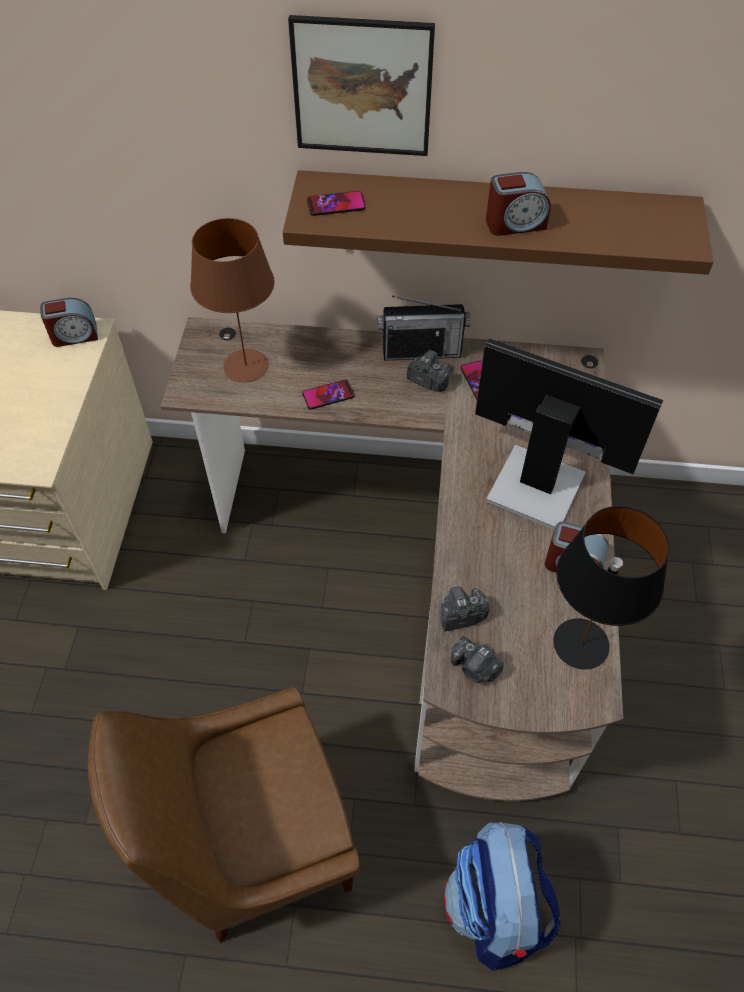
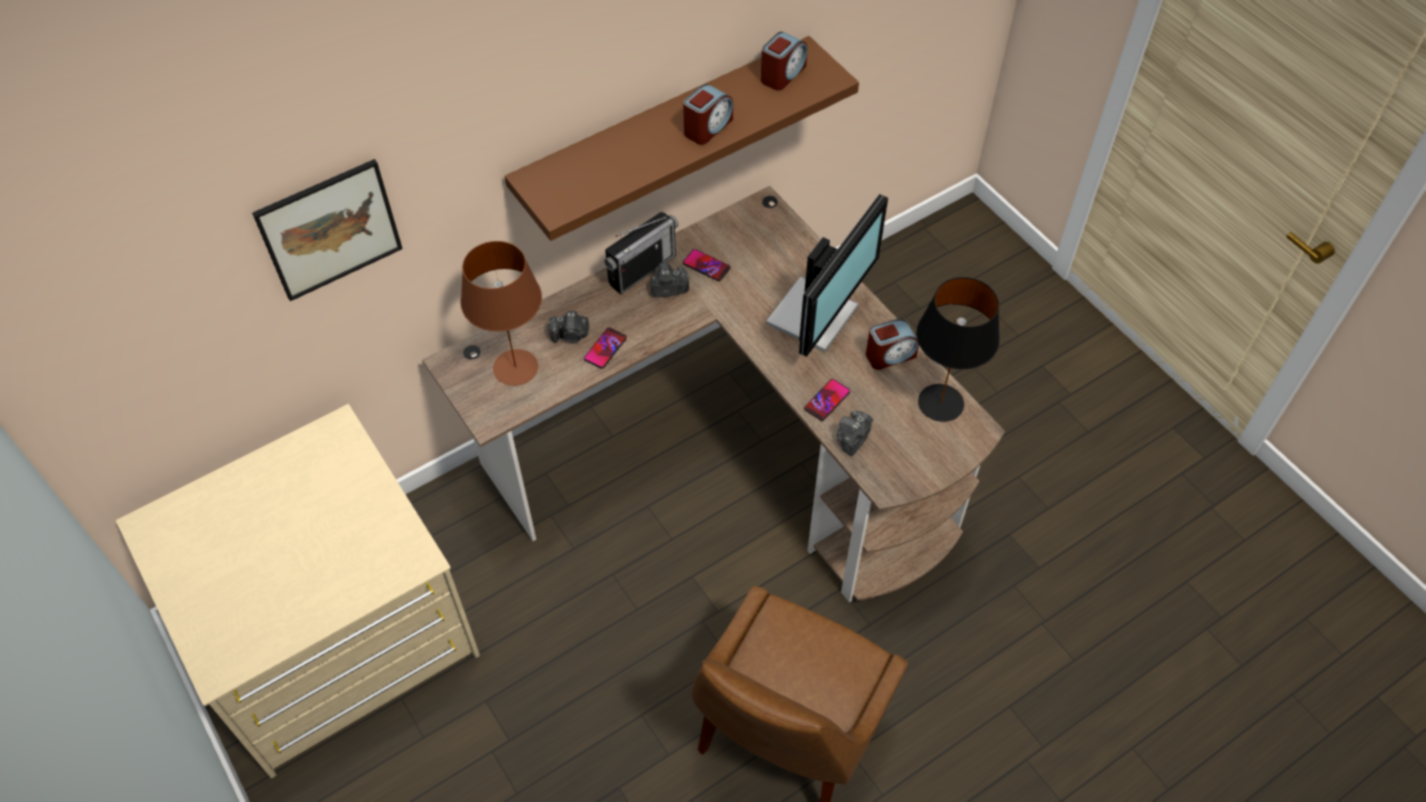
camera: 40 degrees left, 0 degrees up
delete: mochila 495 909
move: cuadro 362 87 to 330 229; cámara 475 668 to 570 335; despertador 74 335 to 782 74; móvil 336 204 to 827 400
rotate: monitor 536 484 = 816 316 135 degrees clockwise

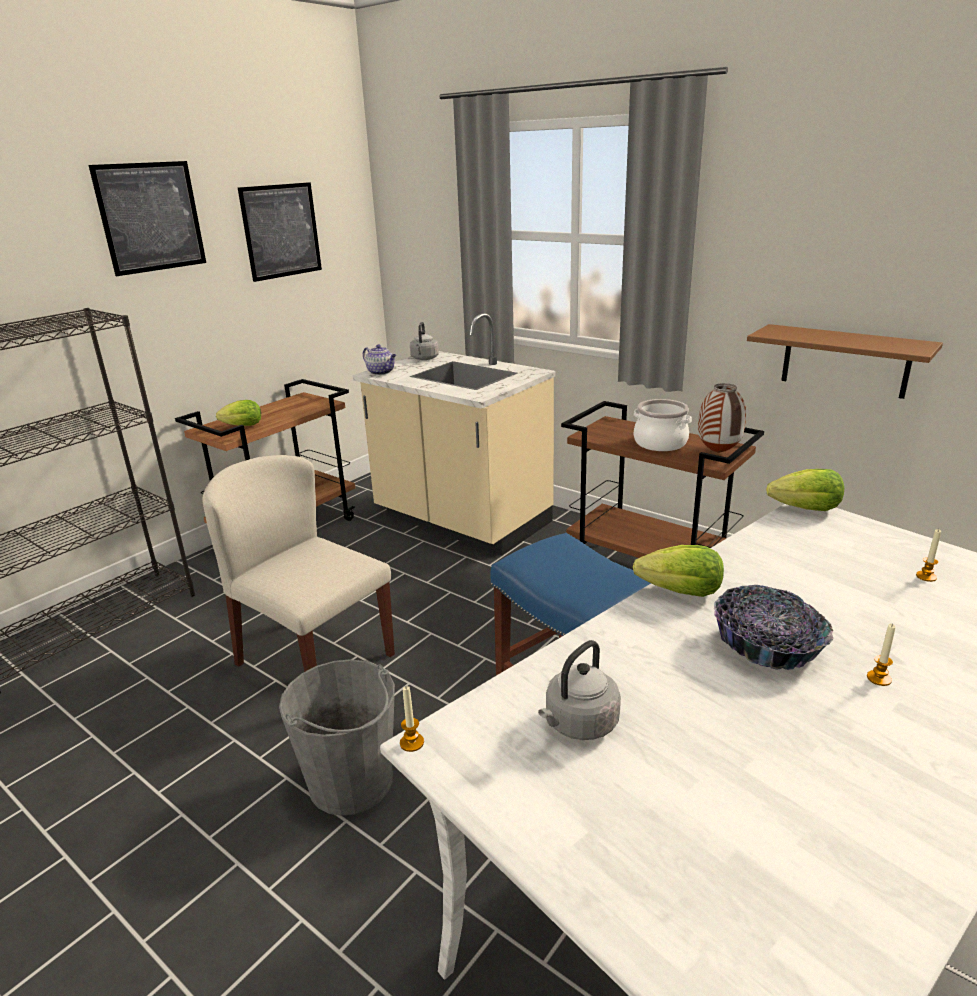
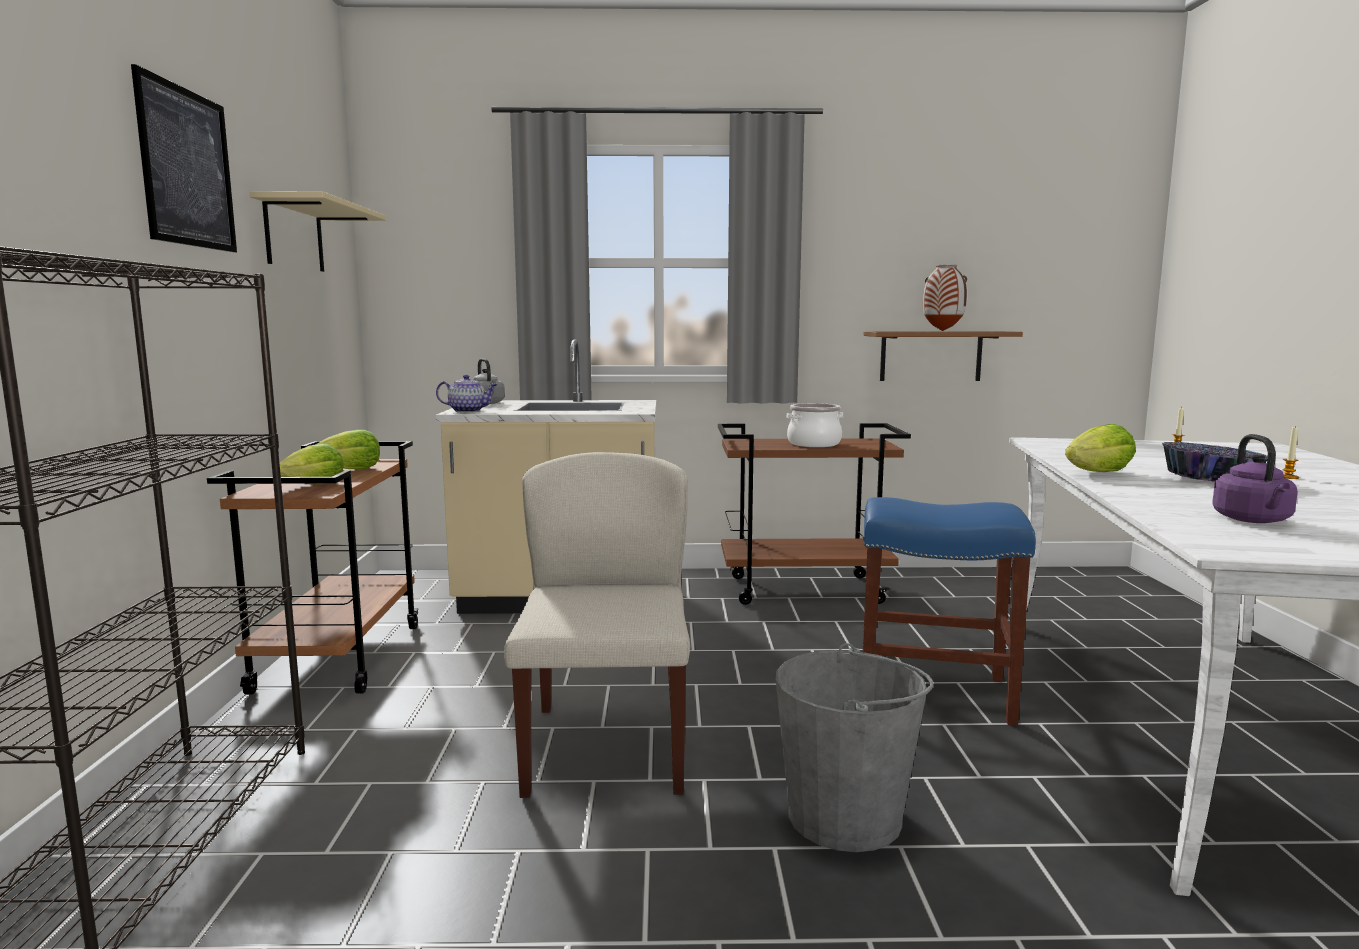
camera: 40 degrees left, 15 degrees down
delete: vela 412 743
move: lechuga 806 509 to 351 470; florero 717 452 to 942 331
replace: cuadro 281 231 to estante [beis] 294 236
recolor: hervidor [gris] 579 725 to hervidor [morado] 1253 520
rotate: silla [beis] 314 659 = 605 746 90 degrees clockwise

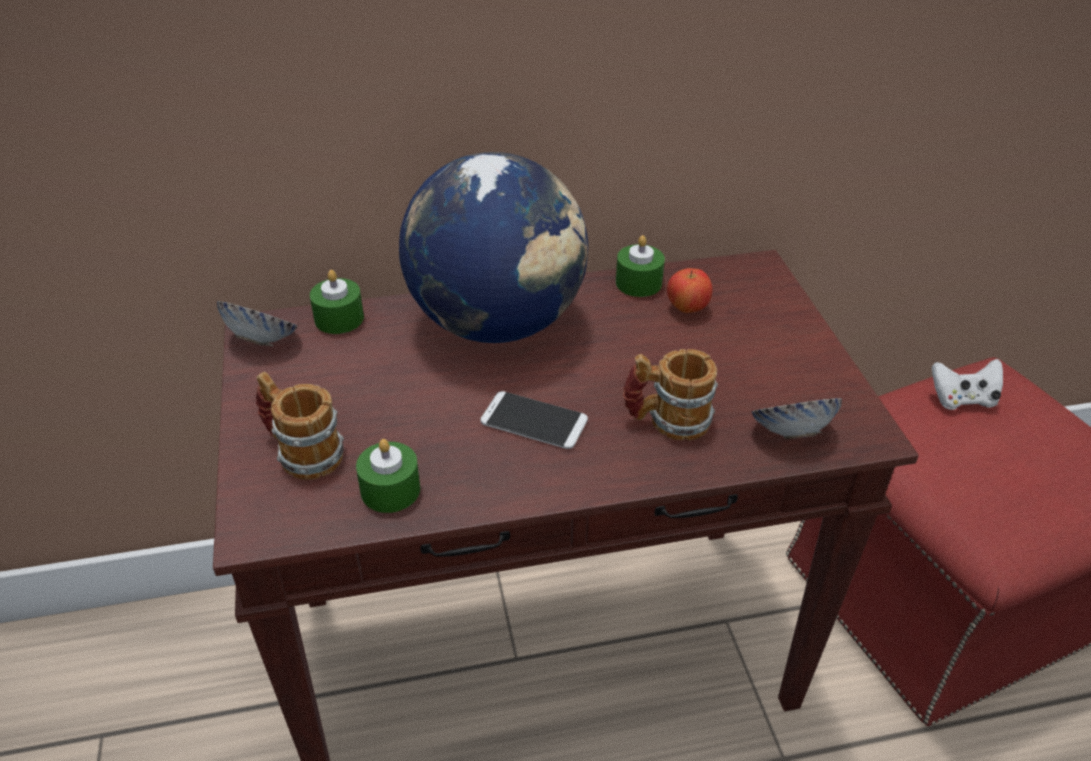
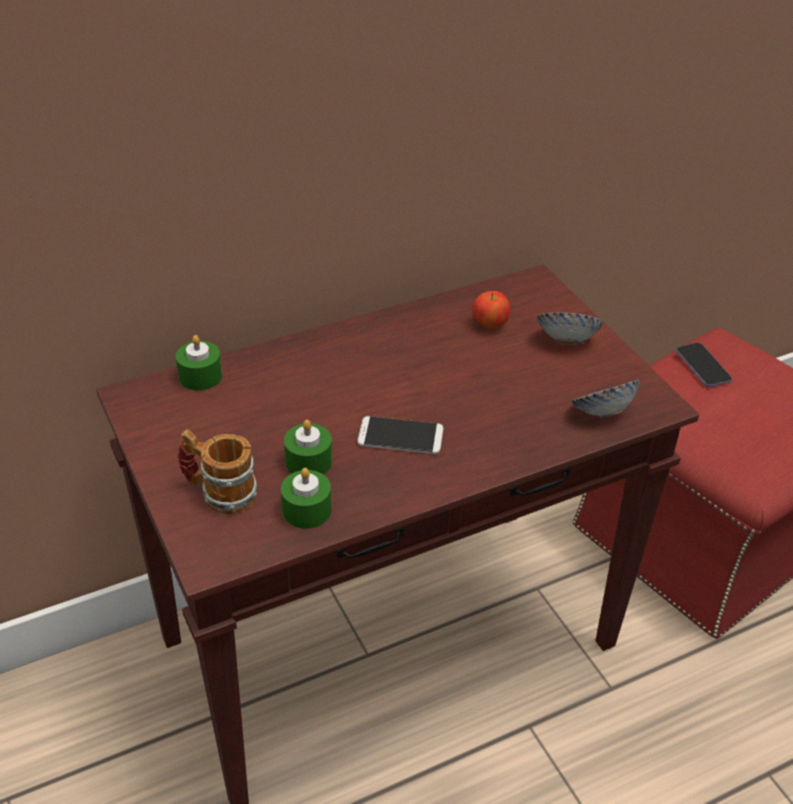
camera: 15 degrees left, 0 degrees up
delete: globo terráqueo 497 323; taza grande 667 420
move: vela [verde] 638 283 to 308 461; cuenco 262 340 to 566 342
replace: mando de consola [blanco] 962 399 to móvil 702 366

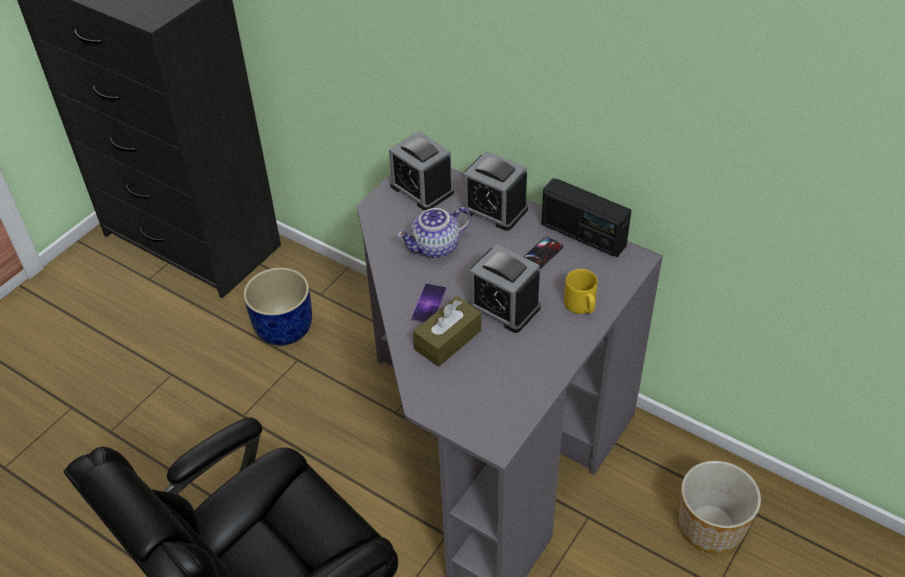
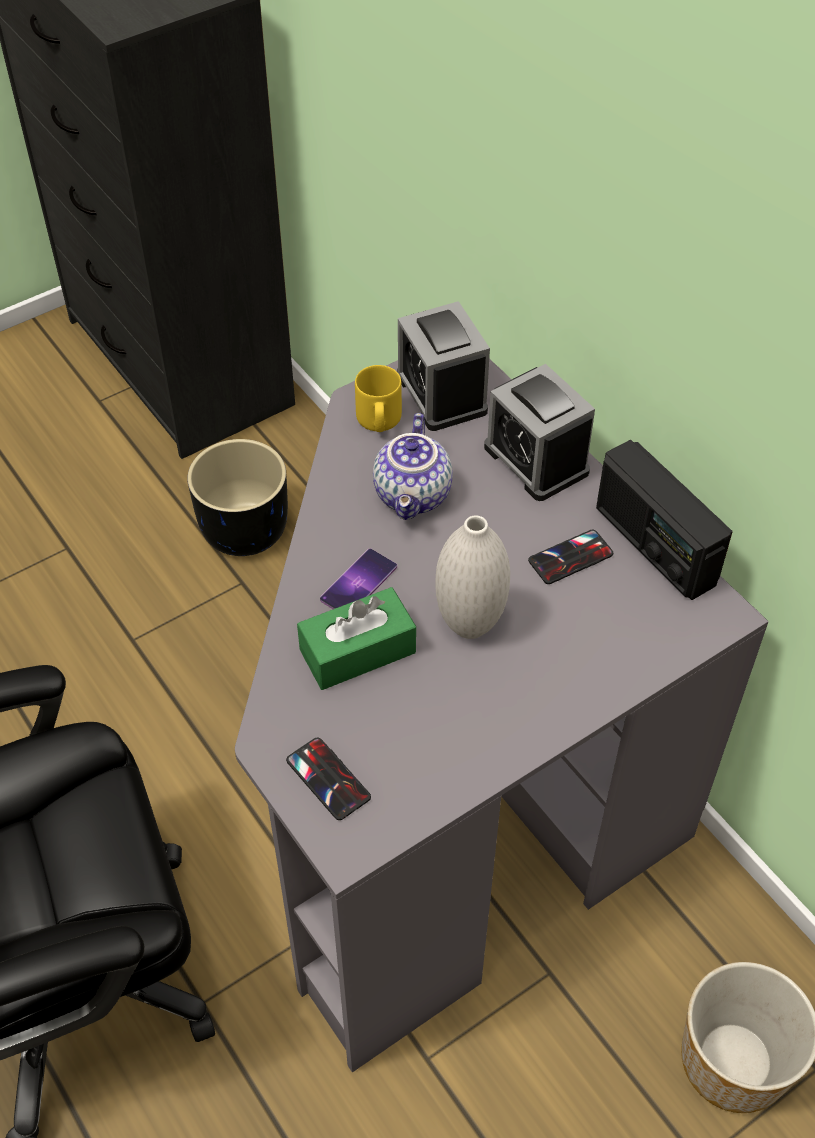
camera: 20 degrees right, 5 degrees up
insert: móvil 328 779
move: taza grande [amarillo] 581 306 to 379 421
replace: despertador 504 306 to florero [blanco] 470 625
recolor: maceta [azul] 285 328 to maceta [negro] 246 529; caja de pañuelos [marrón] 448 340 to caja de pañuelos [verde] 357 651
rotate: tetera 436 248 = 414 496 75 degrees counterclockwise

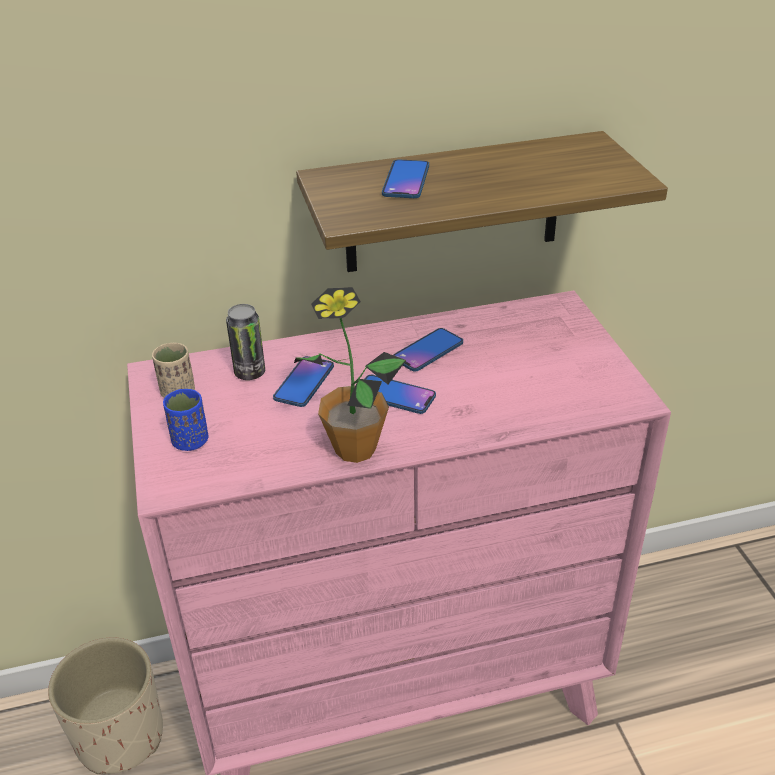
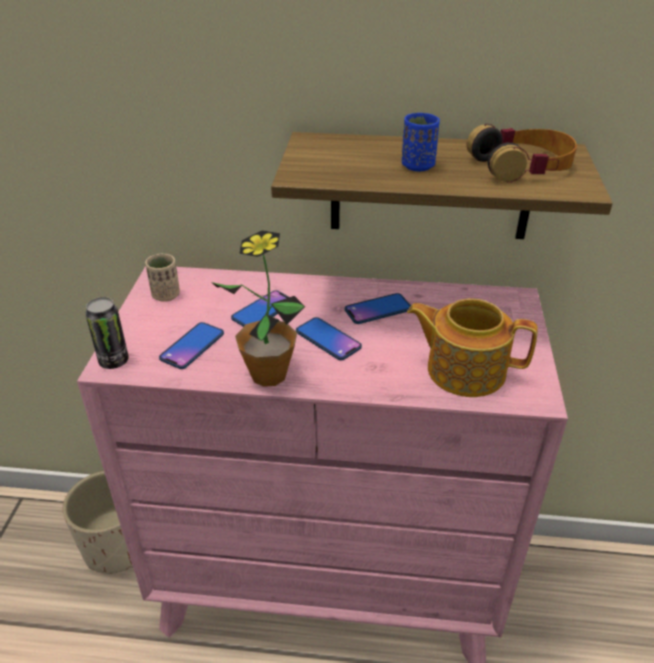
camera: 20 degrees right, 0 degrees up
insert: tetera 464 369; auriculares 522 165
move: lata 250 373 to 114 361; móvil 406 180 to 192 346; taza [azul] 190 441 to 417 166

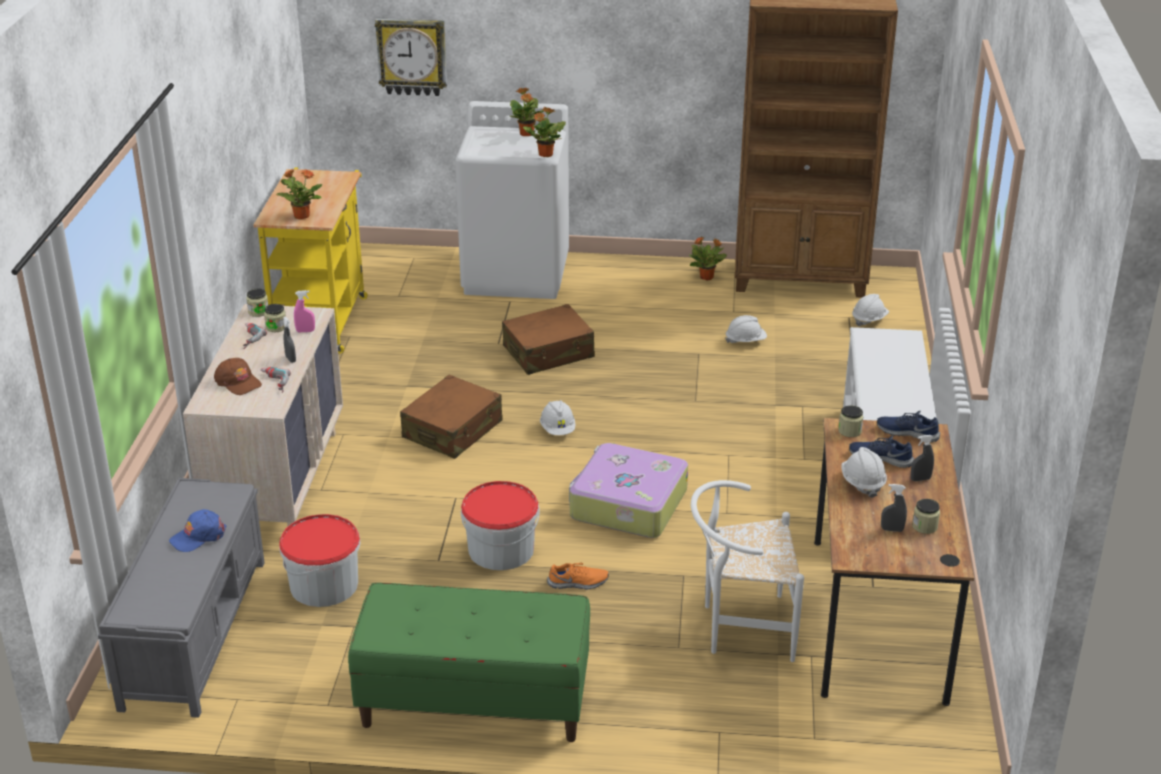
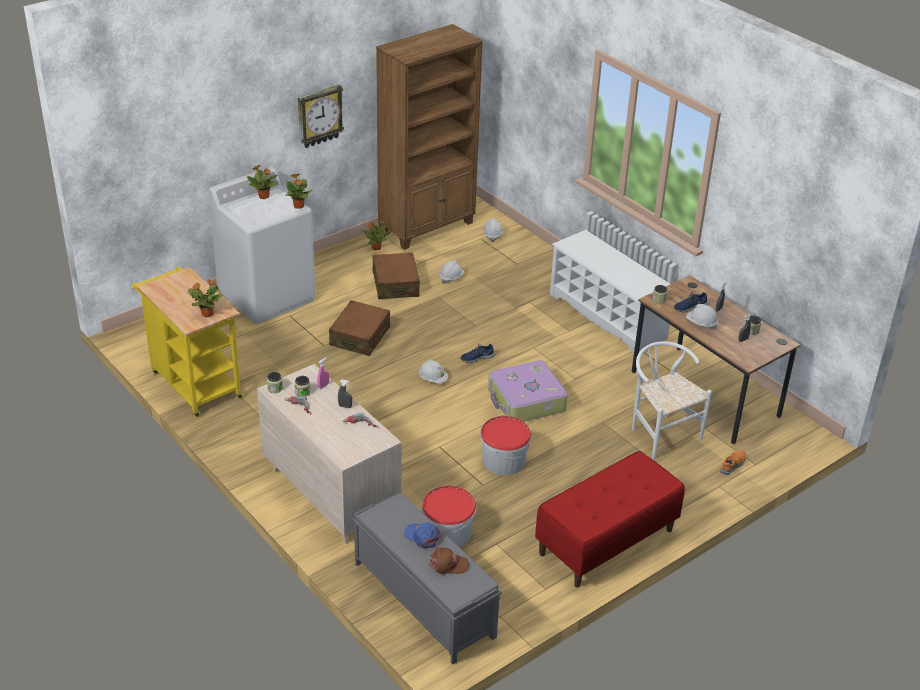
camera: 45 degrees left, 5 degrees up
move: reloj de pared 412 56 to 319 116; maleta [marrón] 453 430 to 395 284; gorra [marrón] 238 382 to 448 564; zapato [azul] 907 432 to 477 357; zapato [naranja] 578 583 to 733 465
recolor: banco [verde] 474 703 to banco [rojo] 606 542
rotate: gorra [azul] 198 536 = 422 537 120 degrees clockwise; silla [blanco] 740 628 = 660 433 105 degrees clockwise

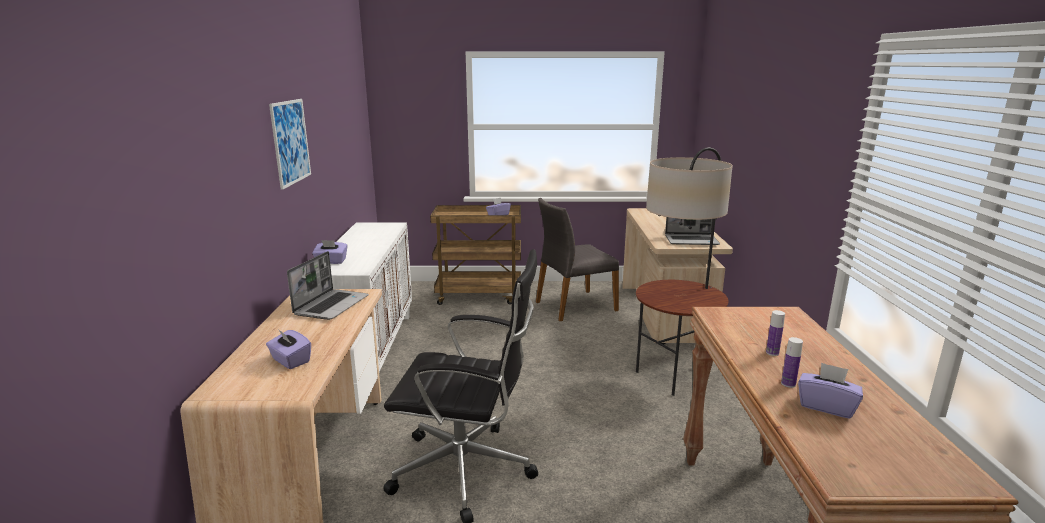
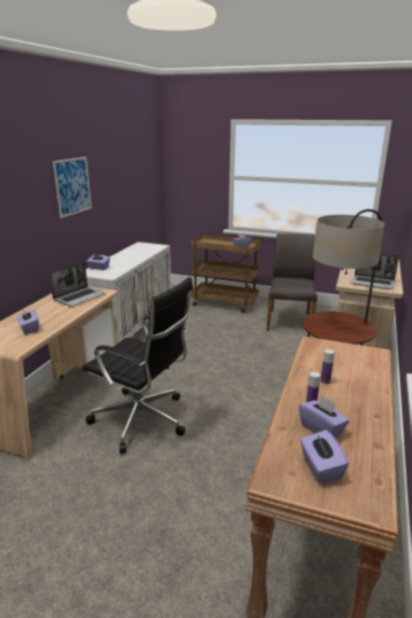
camera: 20 degrees right, 5 degrees up
insert: caja de pañuelos [morado] 320 467
rotate: silla [gris] 574 306 = 289 321 105 degrees clockwise

